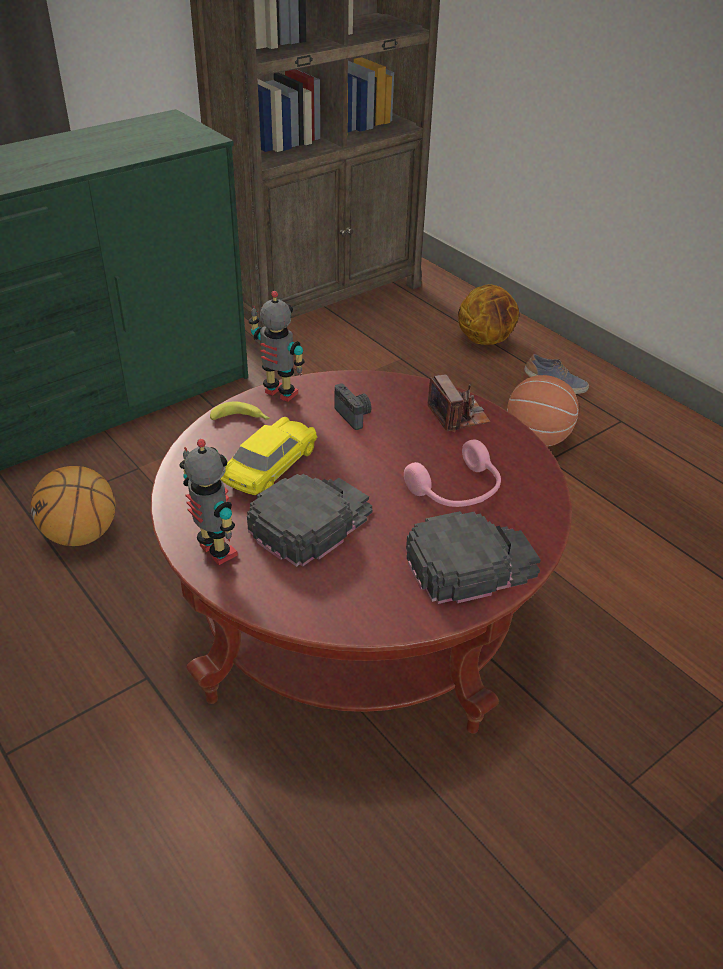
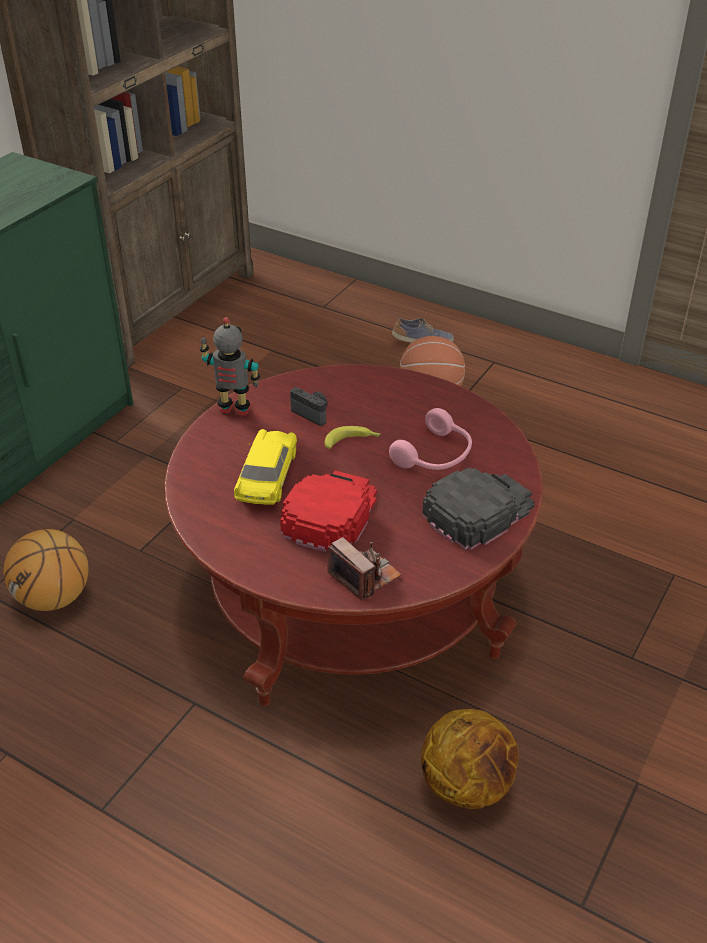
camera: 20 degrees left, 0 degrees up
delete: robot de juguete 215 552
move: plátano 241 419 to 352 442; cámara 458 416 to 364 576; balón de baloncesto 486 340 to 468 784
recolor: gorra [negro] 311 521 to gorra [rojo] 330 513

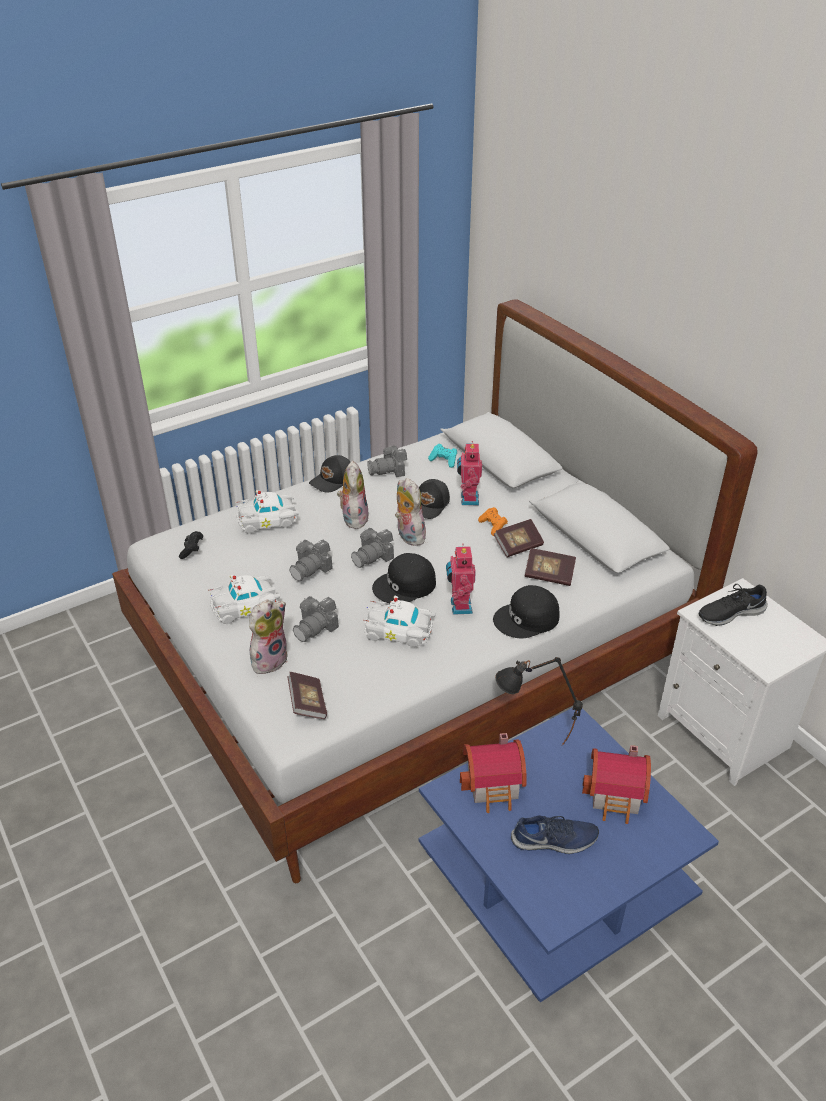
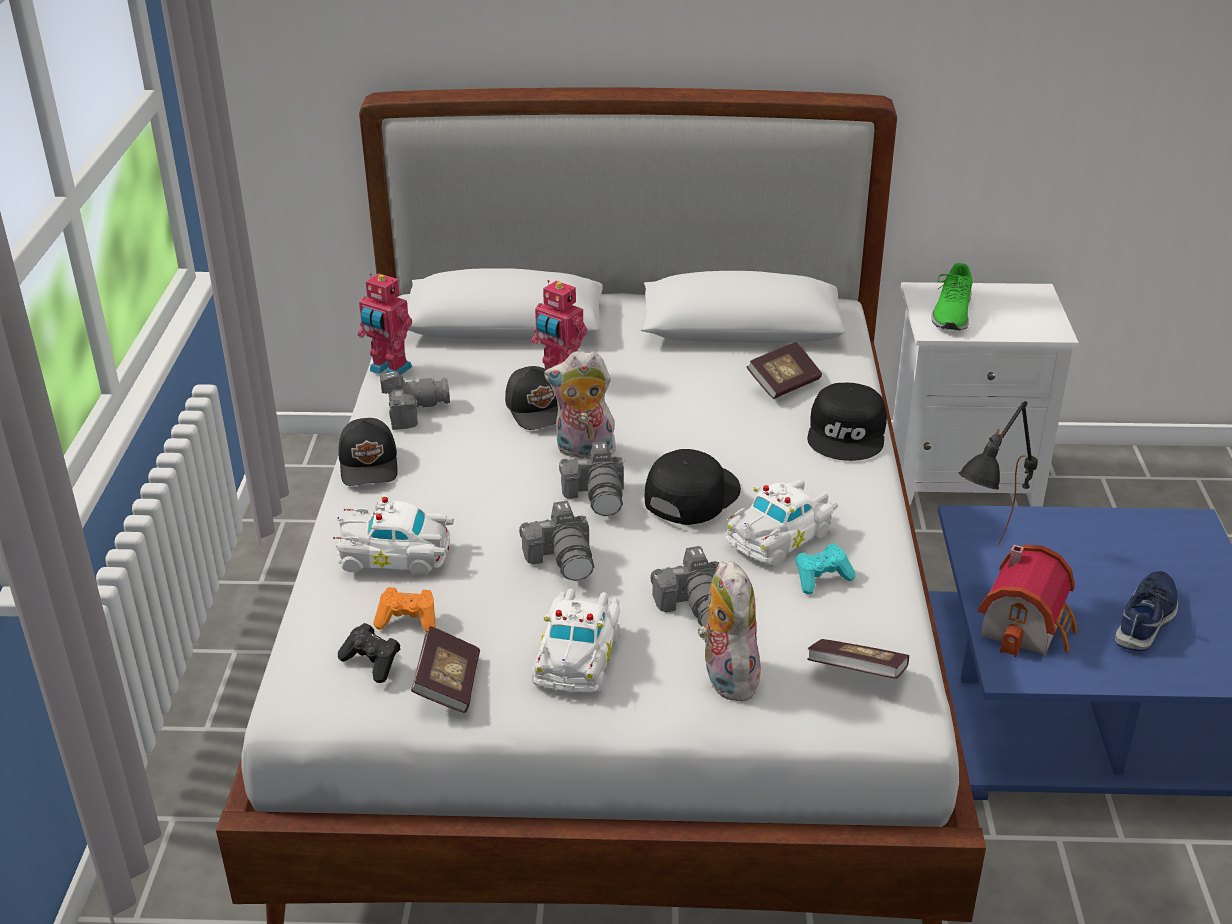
camera: 55 degrees left, 5 degrees down
delete: peluche 353 518; casita 617 796
move: robot de juguete 459 606 to 389 370; mando de consola [naranja] 493 526 to 408 620; libro 518 546 to 448 685; mando de consola [turquesa] 444 460 to 822 578
recolor: zapato [negro] 730 613 to zapato [verde] 951 313
rotate: coche de juguete [blanco] 269 520 = 397 555 75 degrees clockwise; cámara 389 470 = 412 410 120 degrees counterclockwise; gorra [negro] 405 586 = 690 494 150 degrees counterclockwise

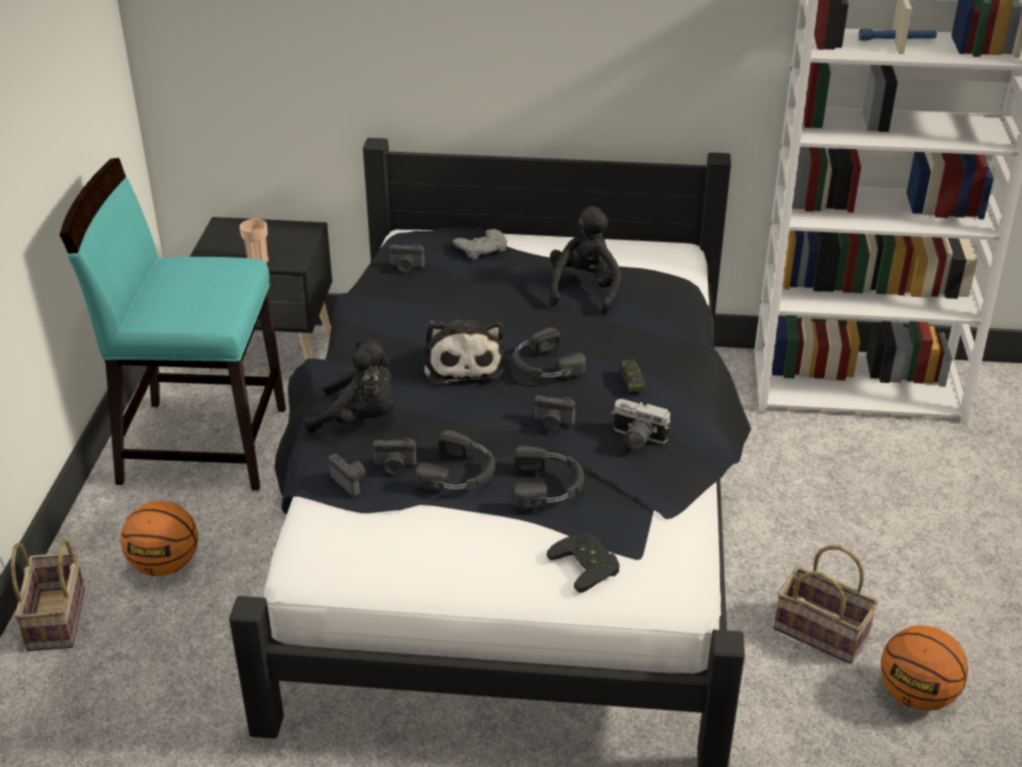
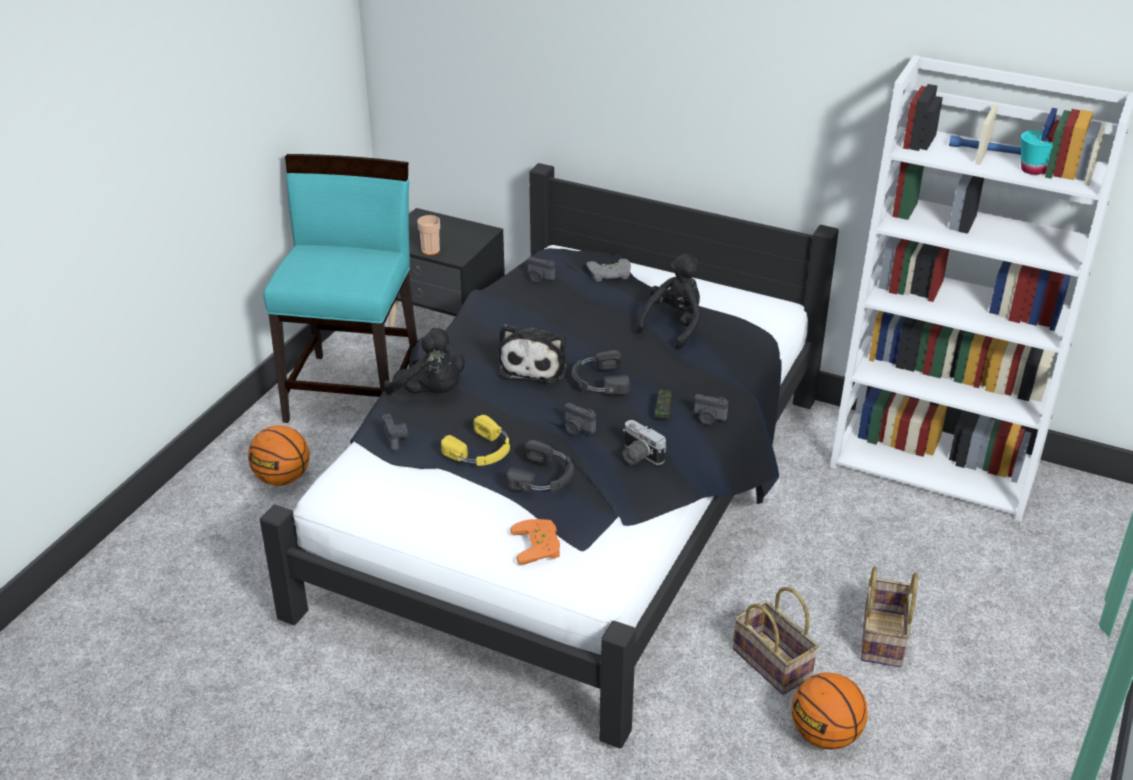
camera: 20 degrees right, 0 degrees up
insert: taza [turquesa] 1032 170
move: cámara 395 466 to 708 418; cesta 58 620 to 884 639
recolor: auriculares [negro] 460 473 to auriculares [amarillo] 481 451; mando de consola [negro] 588 564 to mando de consola [naranja] 540 545
rotate: silla [turquesa] 201 444 = 355 391 75 degrees clockwise

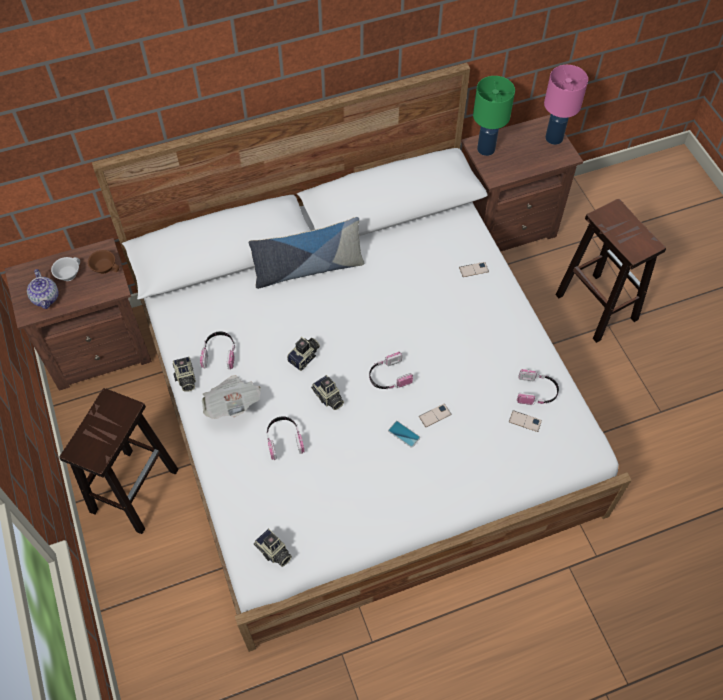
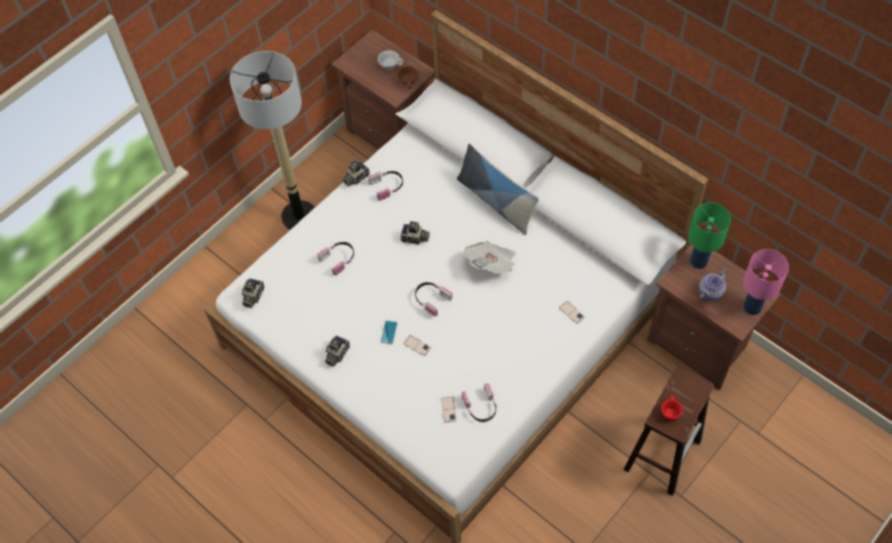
camera: 65 degrees right, 0 degrees up
insert: taza [rojo] 669 411
move: cámara 328 398 to 336 354; periódico 232 404 to 492 264; tetera 46 298 to 711 292
replace: taburete [marrón] 135 489 to lámpara de pie 299 216

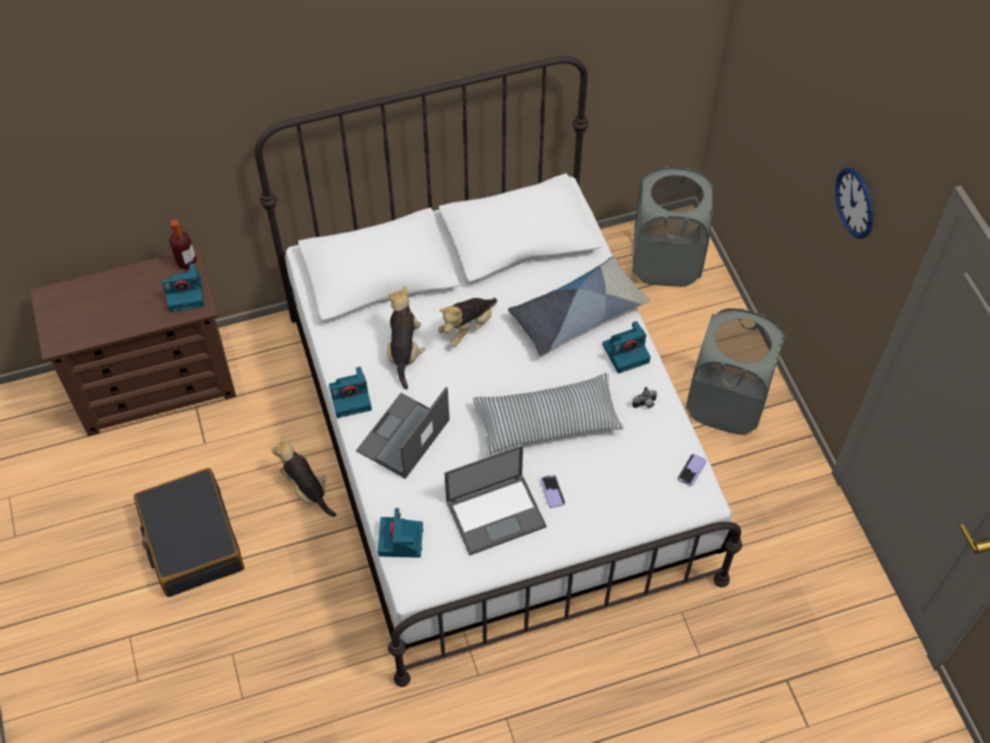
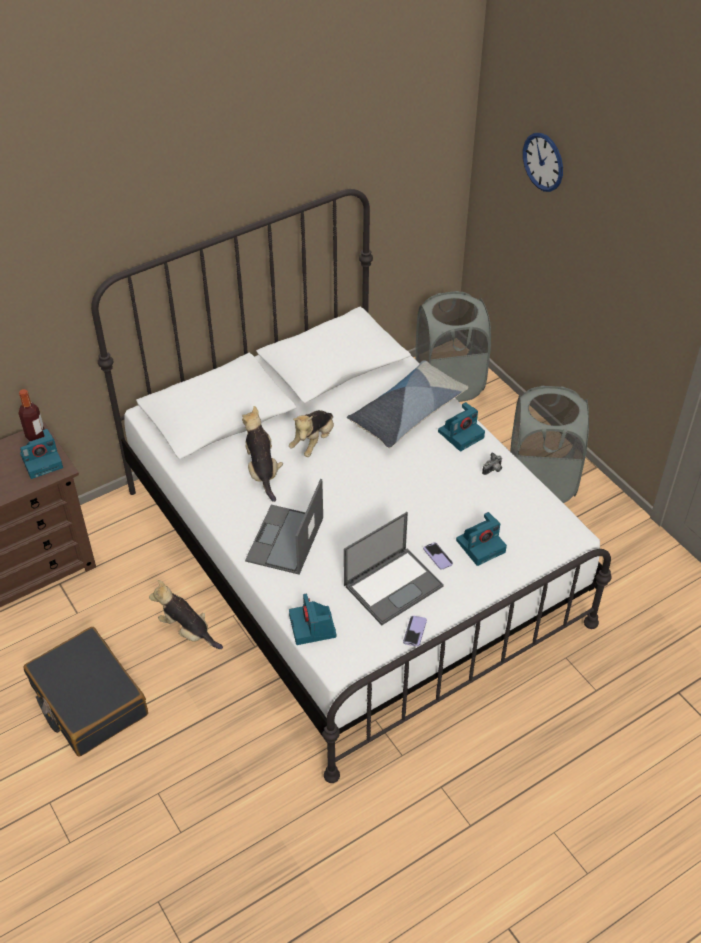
camera: 15 degrees left, 10 degrees down
delete: cojín 547 421
move: móvil 691 470 to 414 631; cámara 351 397 to 481 545; reloj de pared 855 203 to 543 162

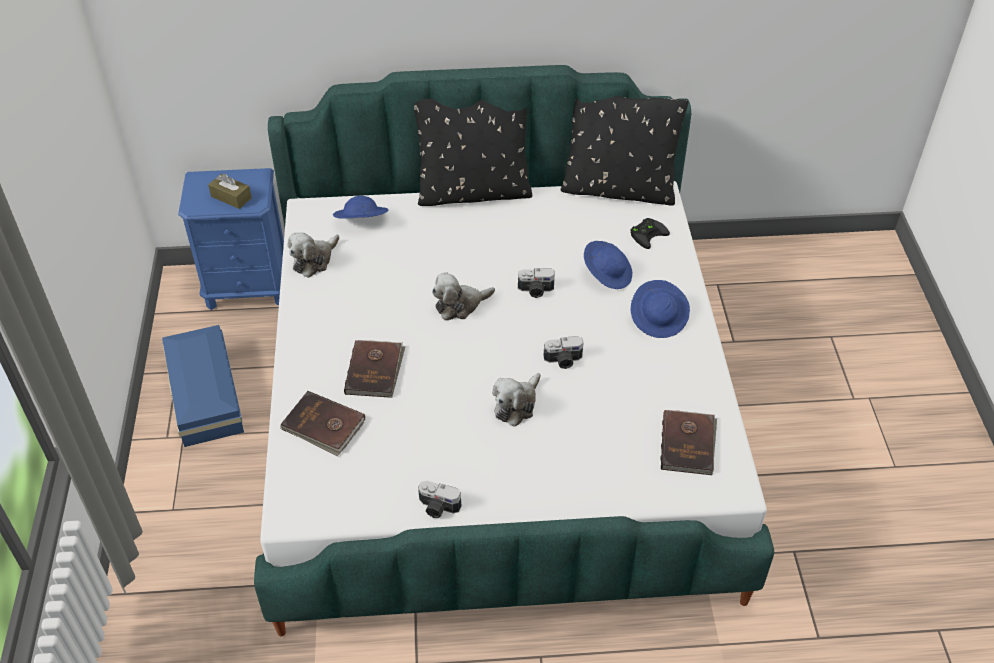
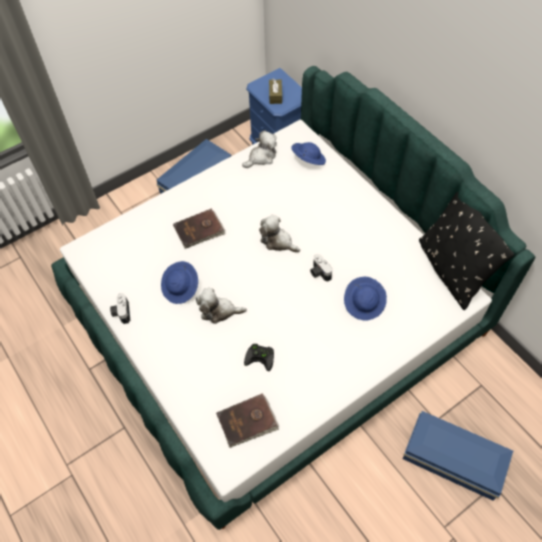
camera: 60 degrees right, 10 degrees up
delete: libro [marrón] 323 426; cojín [negro] 473 192; cámara 563 361
insert: caja de almacenaje [azul] 455 460
move: sombrero [azul] 659 319 to 181 288; mando de consola [negro] 648 234 to 261 357
rotate: peluche 314 260 = 261 157 135 degrees clockwise

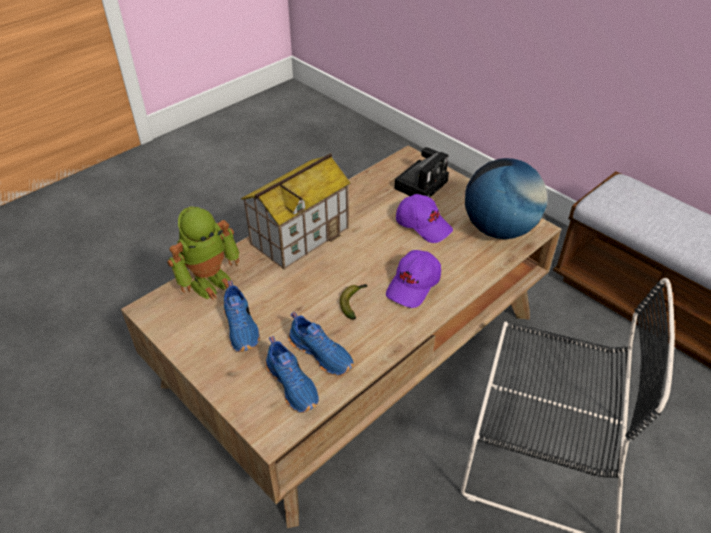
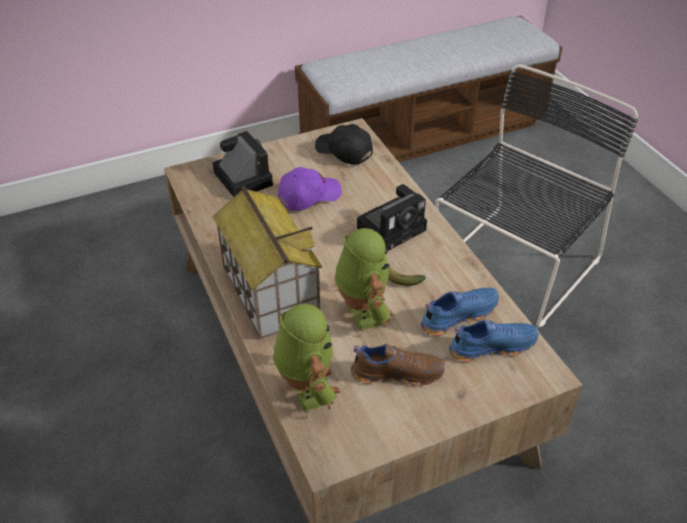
camera: 70 degrees left, 0 degrees up
insert: robot de juguete 362 312
replace: globo terráqueo 499 229 to gorra [negro] 343 152; gorra [morado] 414 286 to cámara 393 228
recolor: zapato [azul] 242 327 to zapato [marrón] 397 372

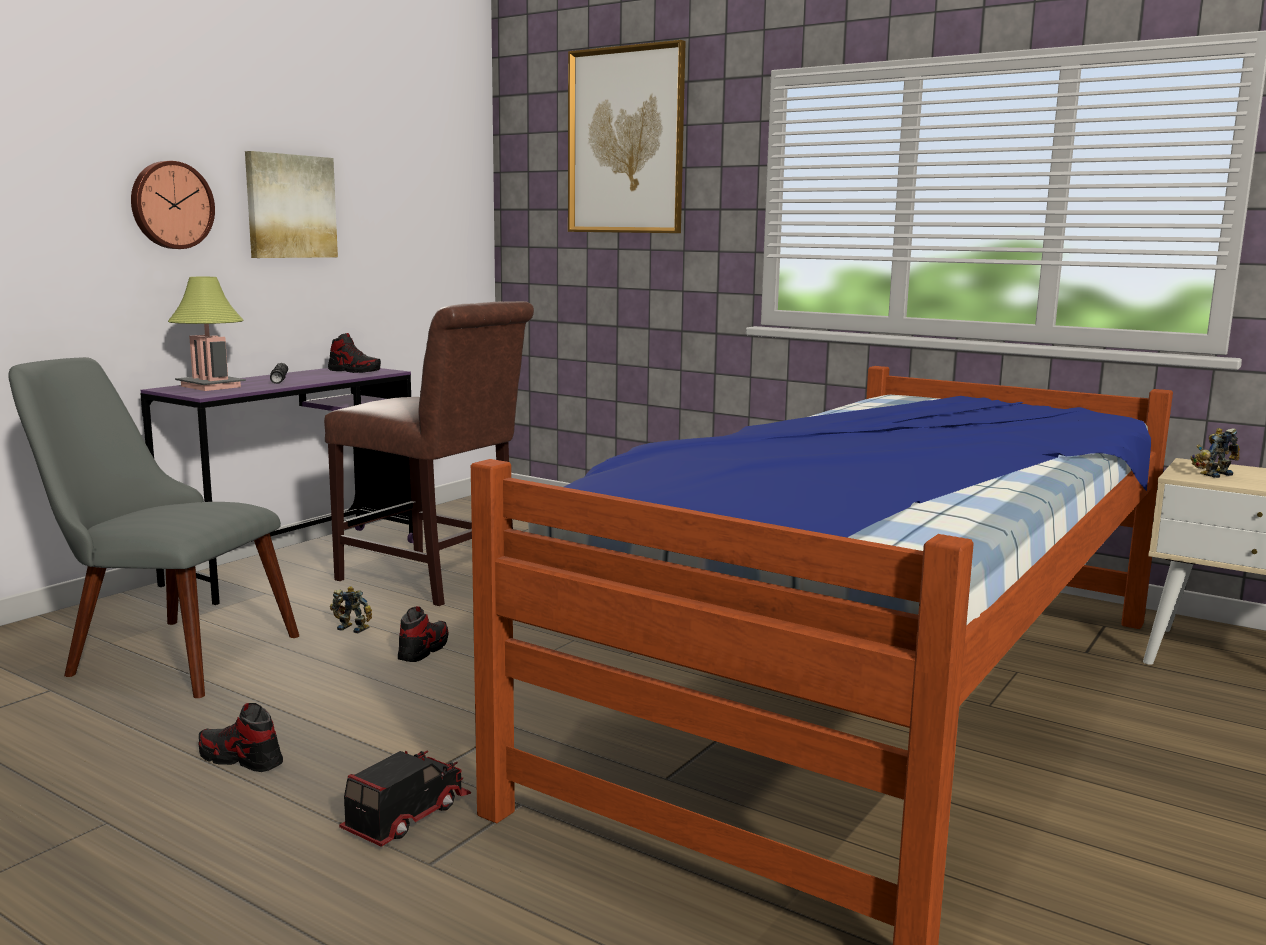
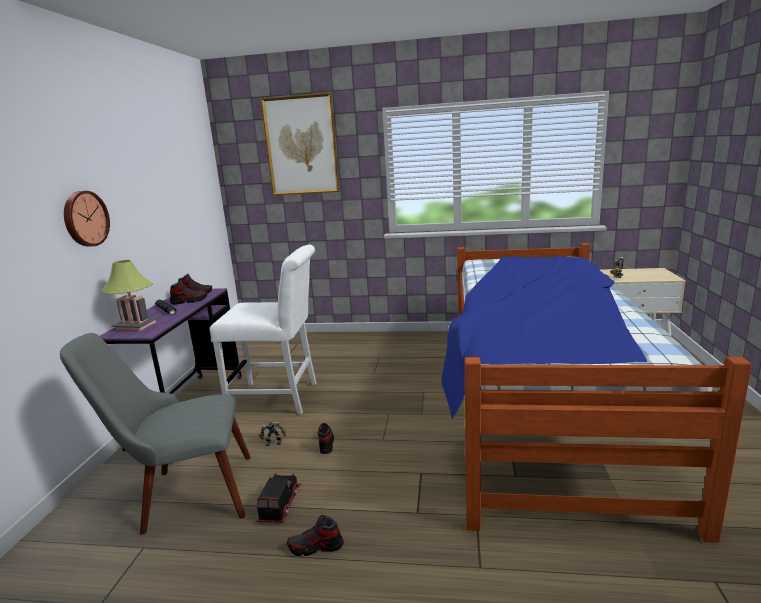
camera: 25 degrees left, 5 degrees up
delete: cuadro 290 206
insert: zapato 189 301
move: camión de juguete 405 816 to 279 505
recolor: silla [marrón] 434 579 to silla [blanco] 279 398

